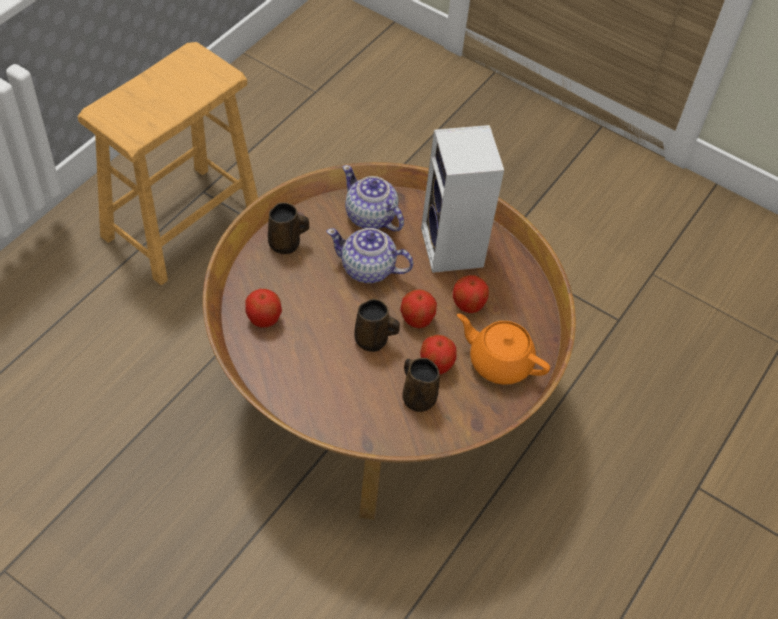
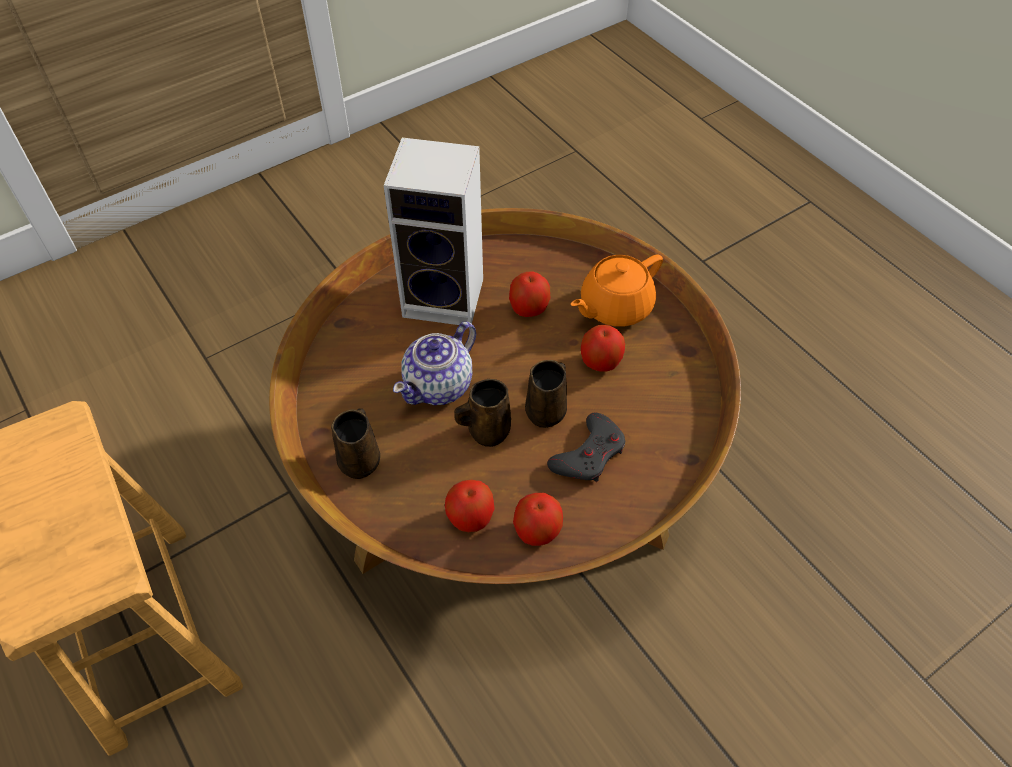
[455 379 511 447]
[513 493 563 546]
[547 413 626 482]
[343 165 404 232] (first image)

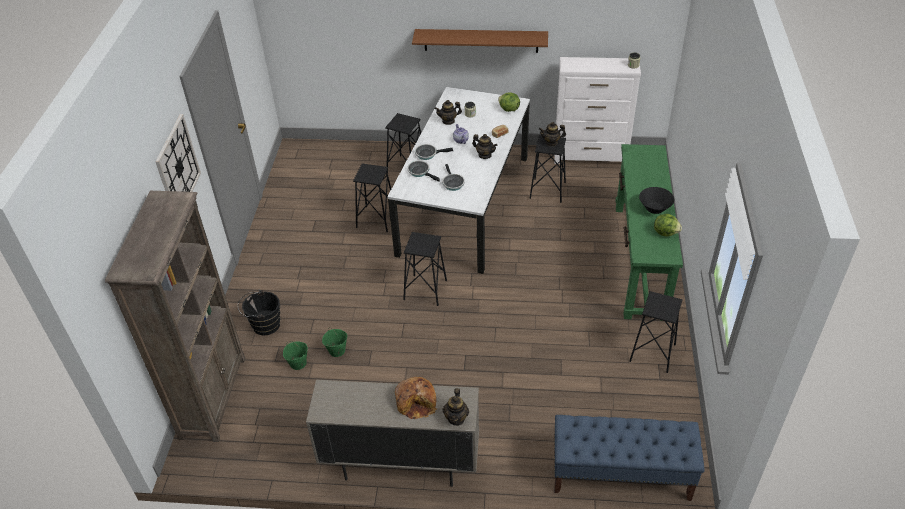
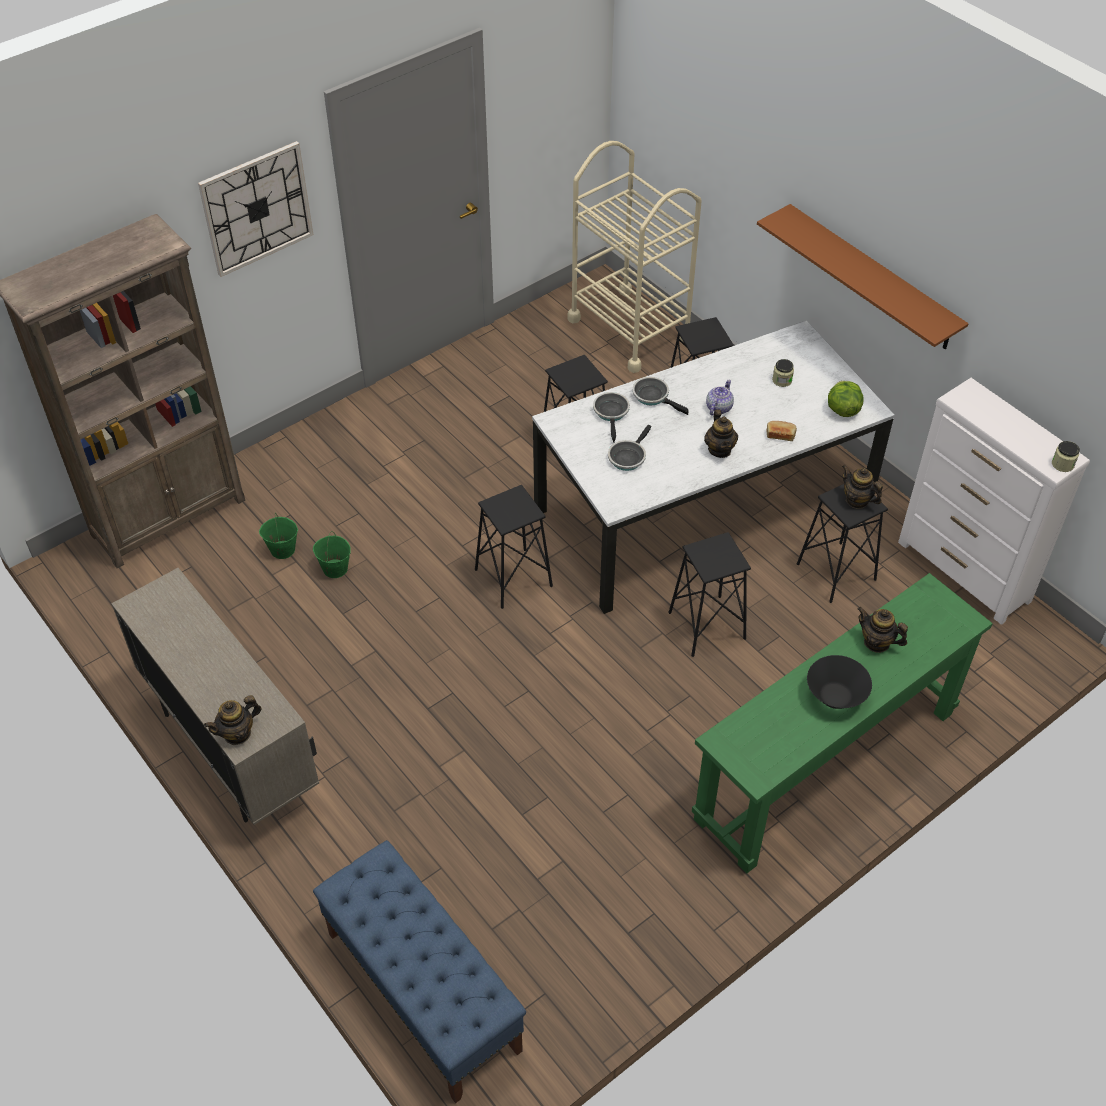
[567 141 702 373]
[668 532 751 657]
[858 607 908 653]
[237 290 280 336] (first image)
[395 377 437 419] (first image)
[654 214 682 237] (first image)

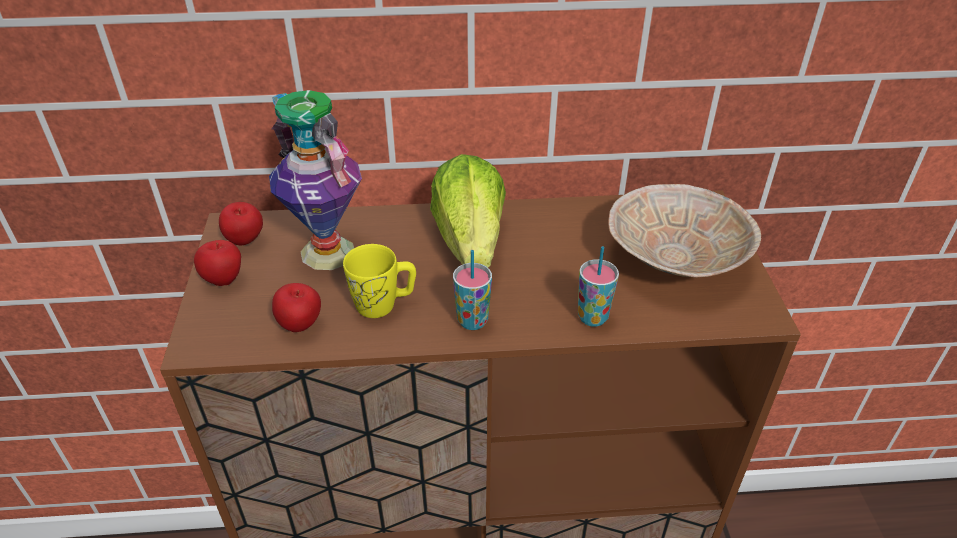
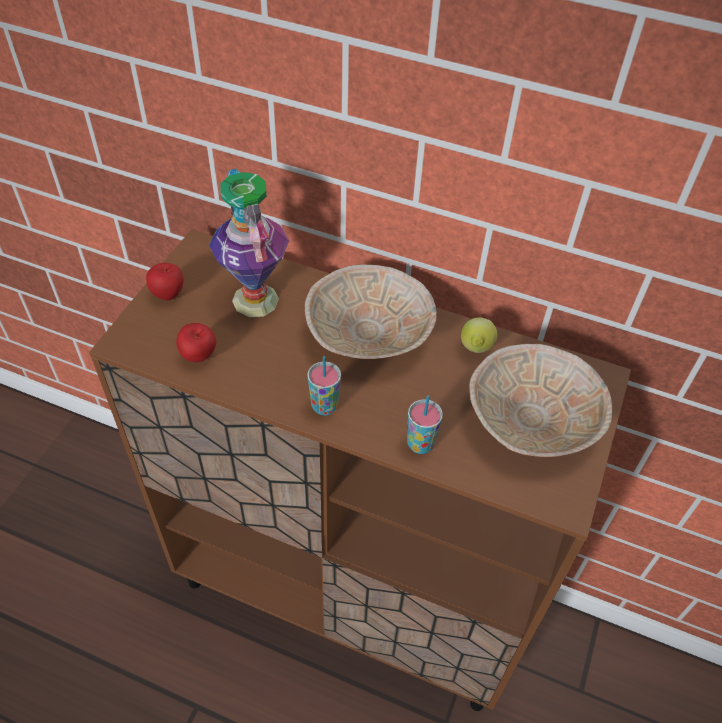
[305 264 437 359]
[461 318 497 353]
[219 202 263 245] (first image)
[343 244 416 318] (first image)

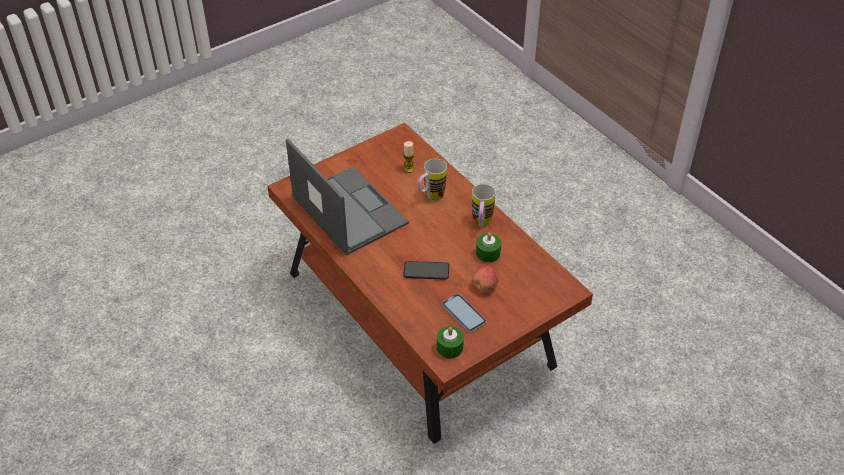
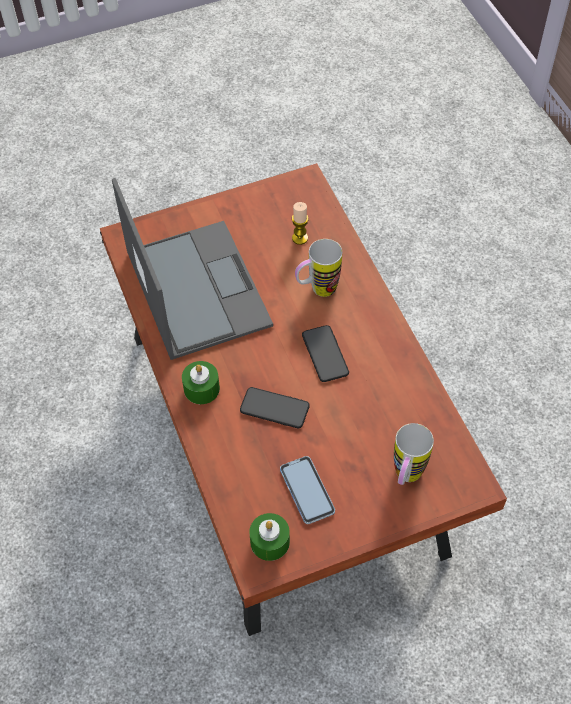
[182 361 220 404]
[302 325 349 382]
[394 423 434 485]
[472 266 498 292] (first image)

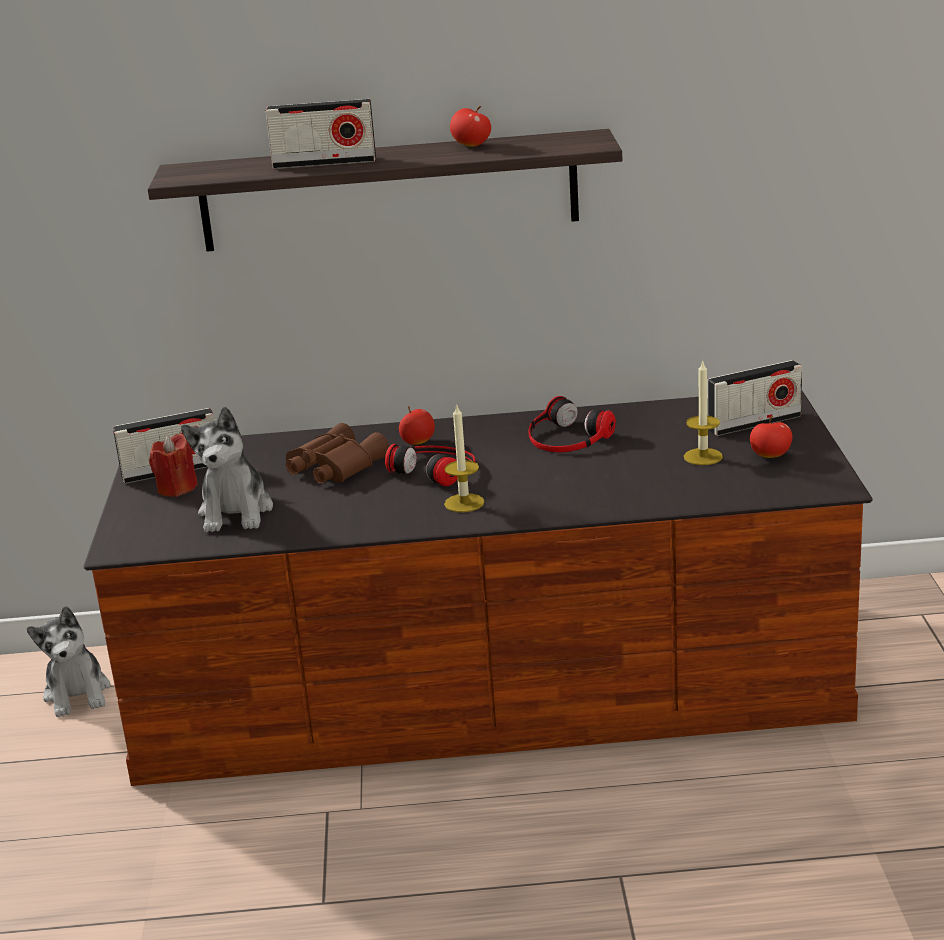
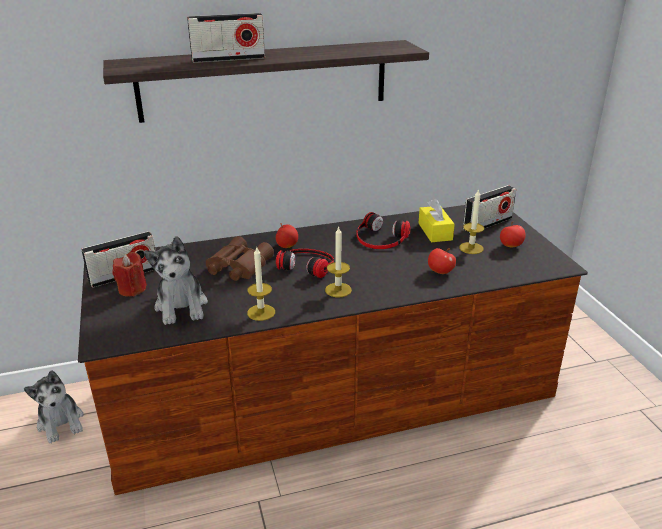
[247 246 275 321]
[419 199 455 242]
[428 248 456 274]

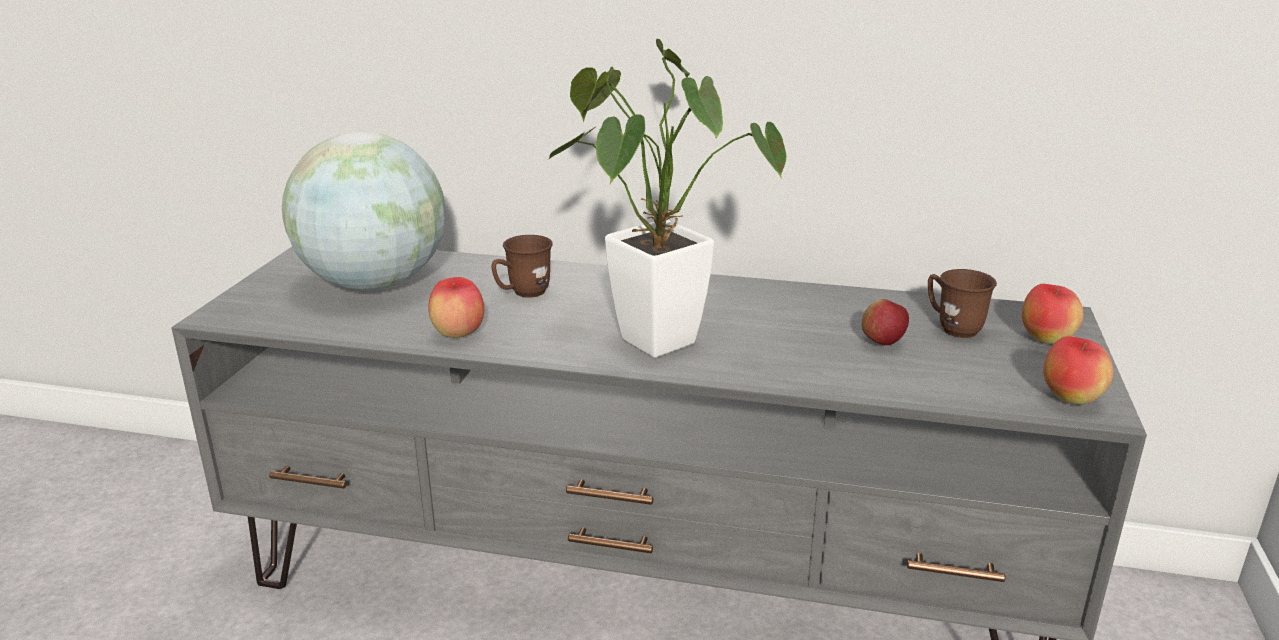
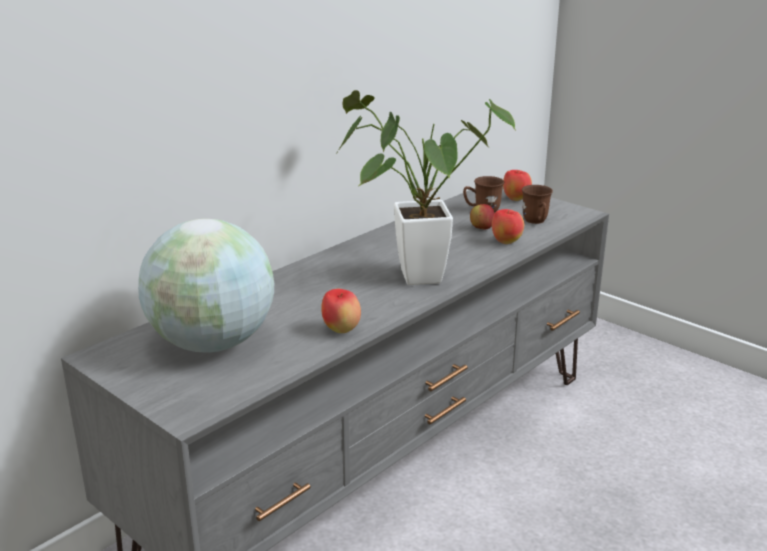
[492 209 524 244]
[522 185 553 224]

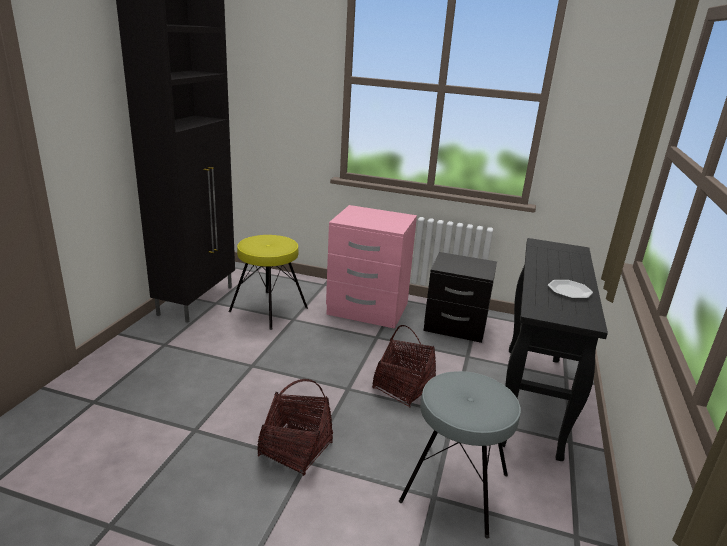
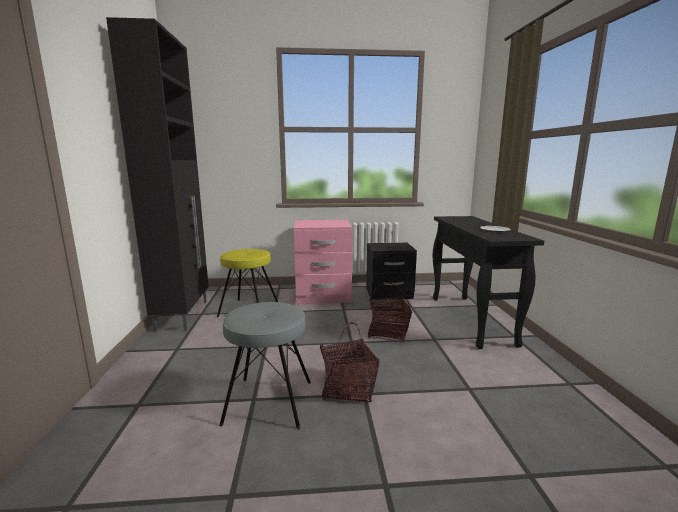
[219 302 311 430]

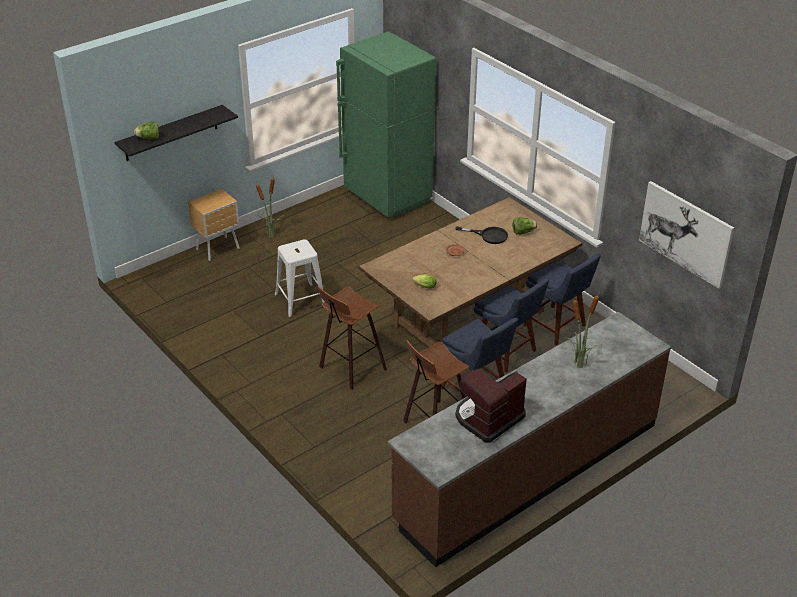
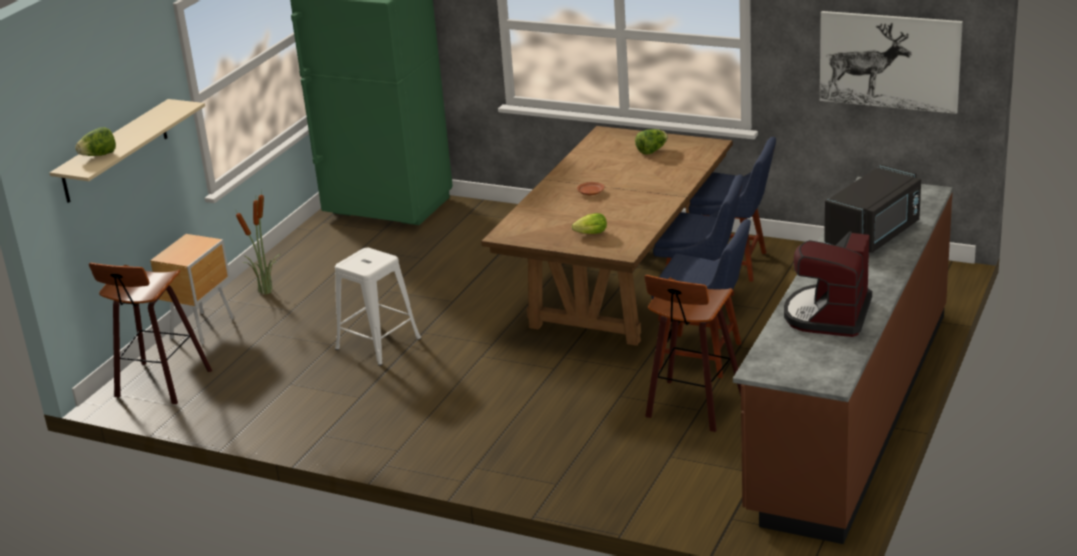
[49 99 205 203]
[89 263 212 404]
[824 165 921 253]
[455 226 508 244] (first image)

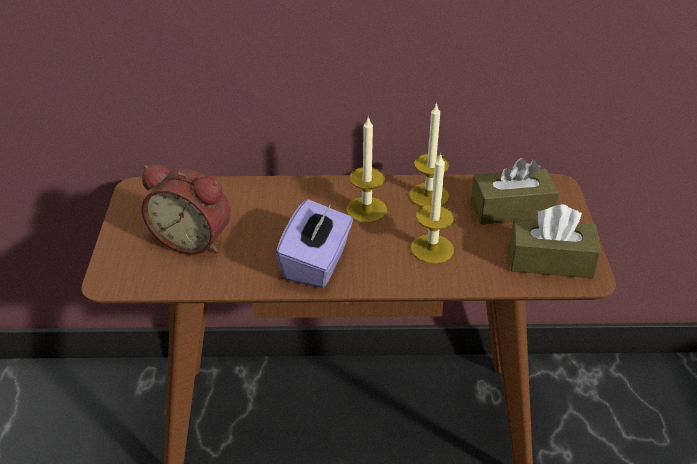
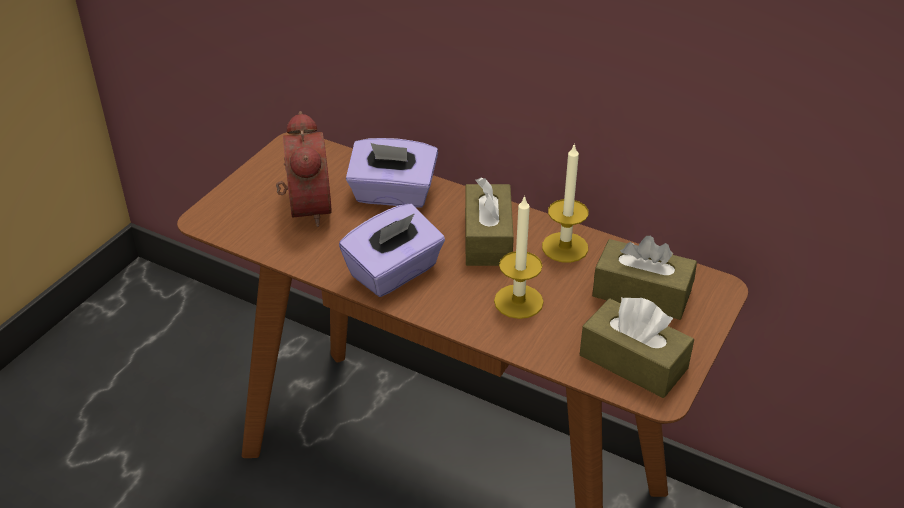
[276 111 332 227]
[346 138 438 208]
[465 177 514 266]

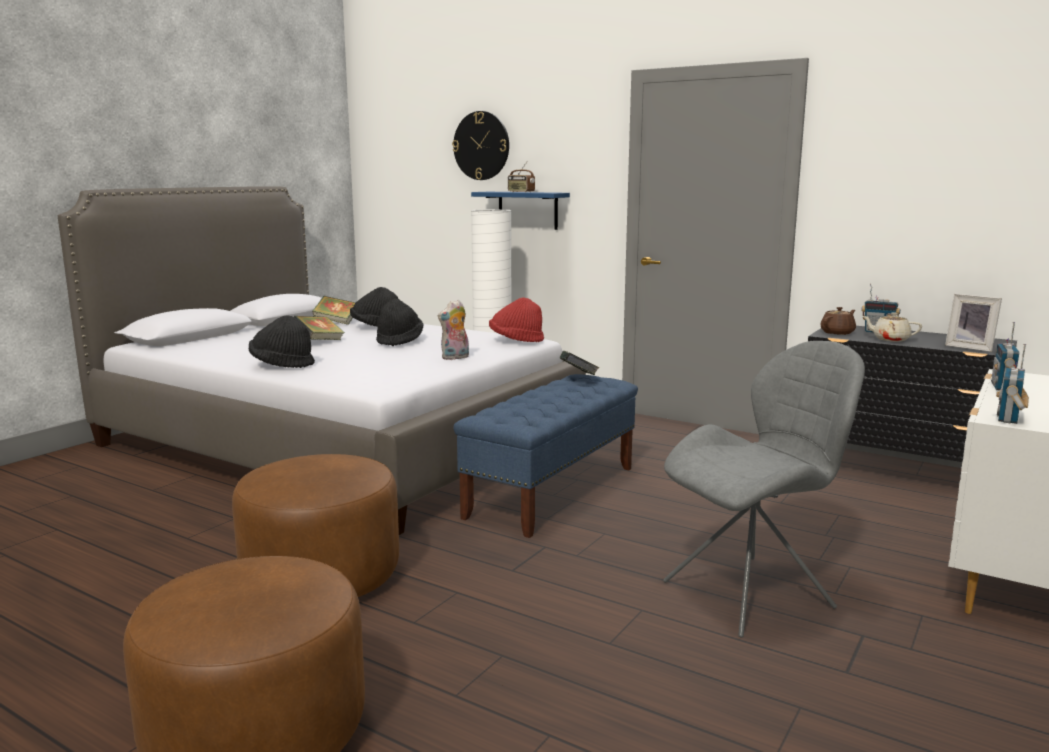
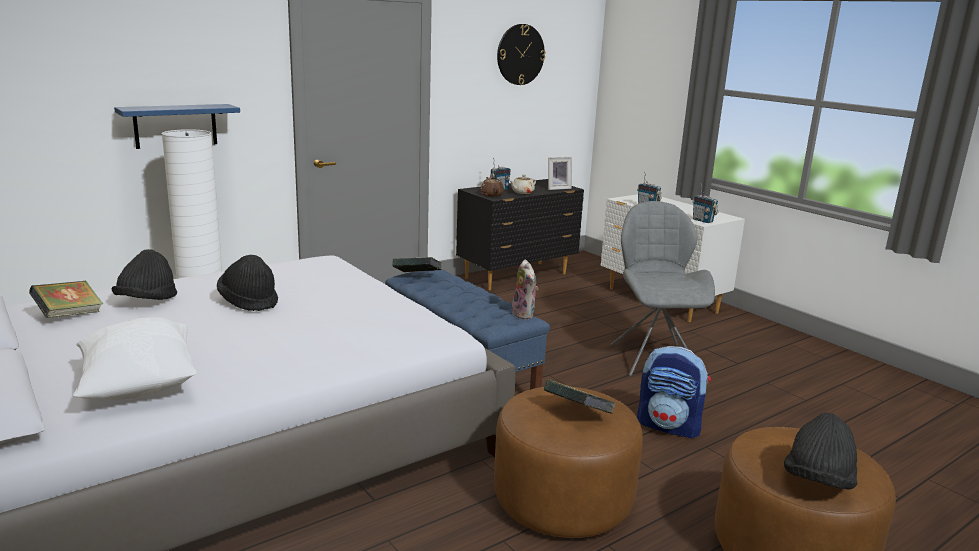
[73 317 197 400]
[497 24 545 85]
[512 259 538 319]
[544 380 616 414]
[637 346 711 439]
[784 413 857 490]
[489 297 544 342] (first image)
[508 162 535 192] (first image)

